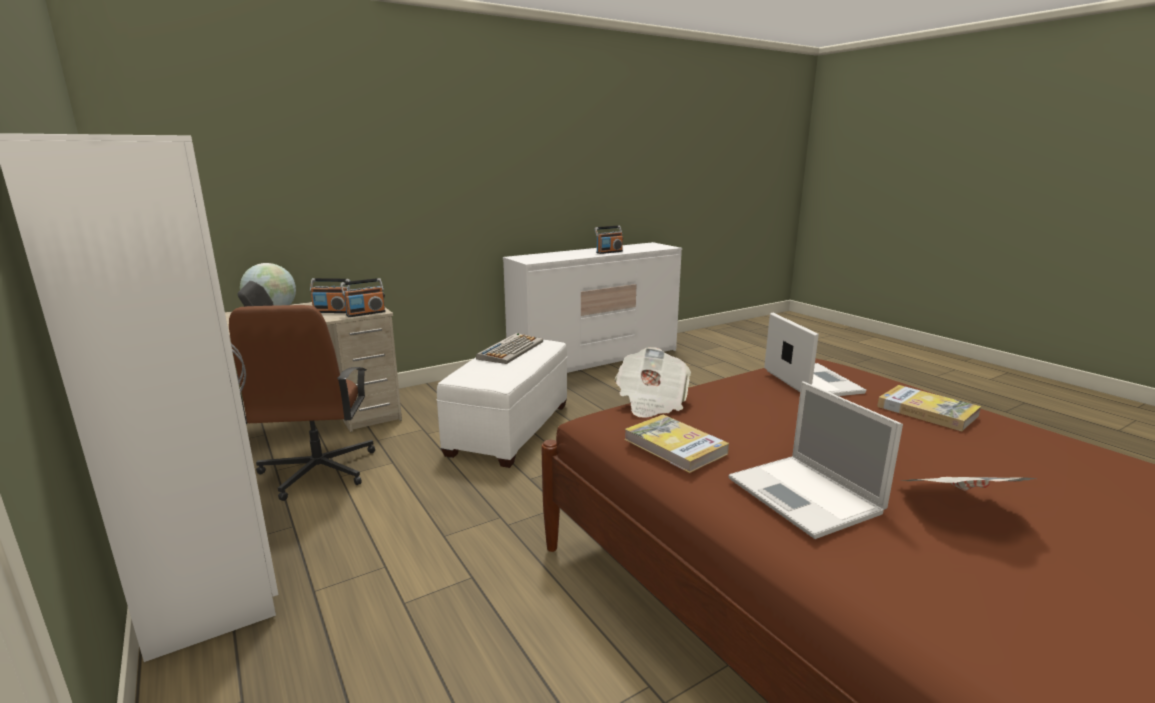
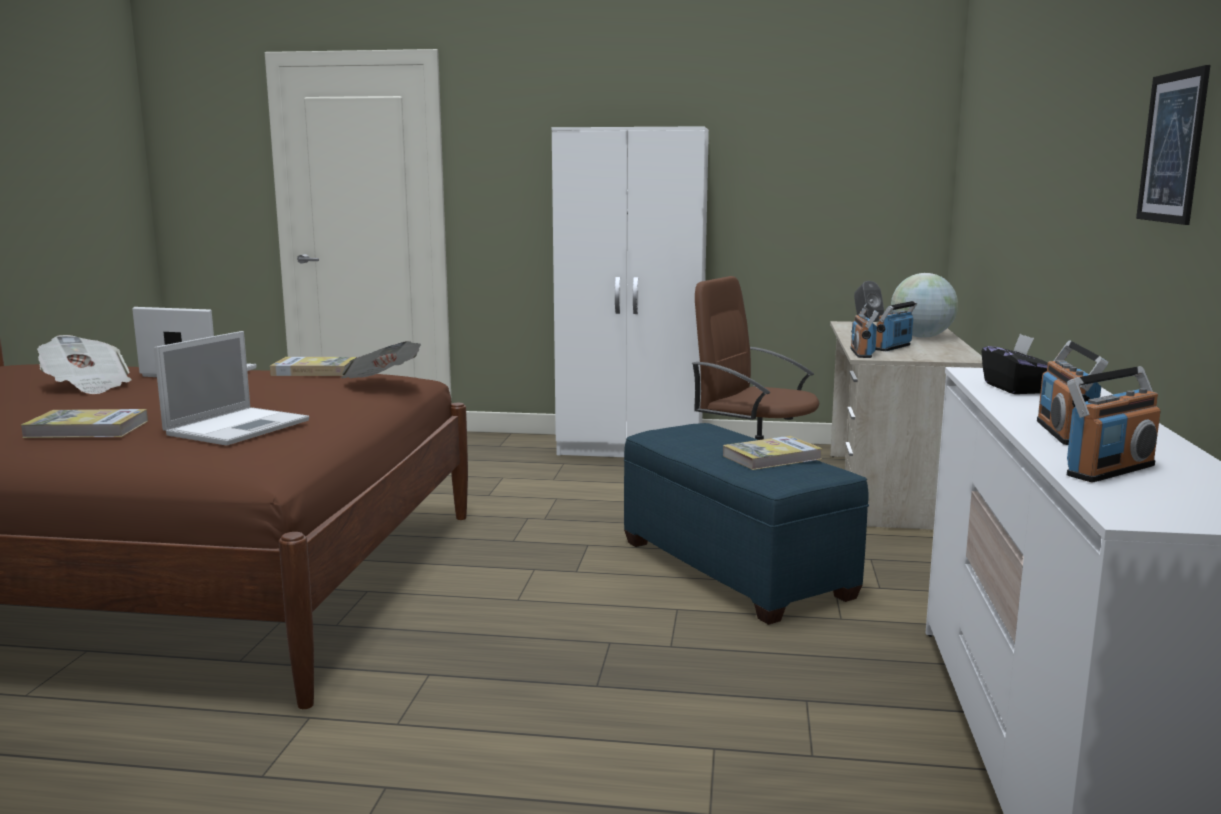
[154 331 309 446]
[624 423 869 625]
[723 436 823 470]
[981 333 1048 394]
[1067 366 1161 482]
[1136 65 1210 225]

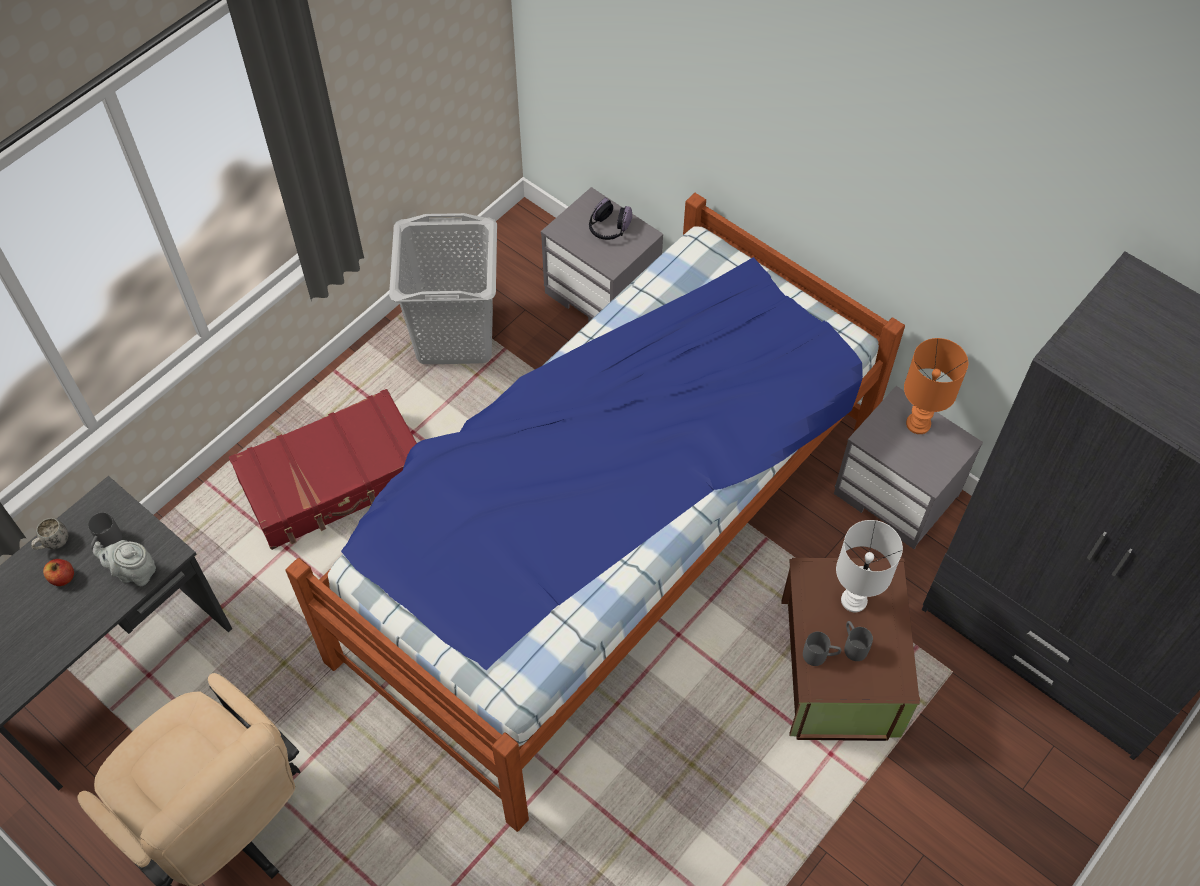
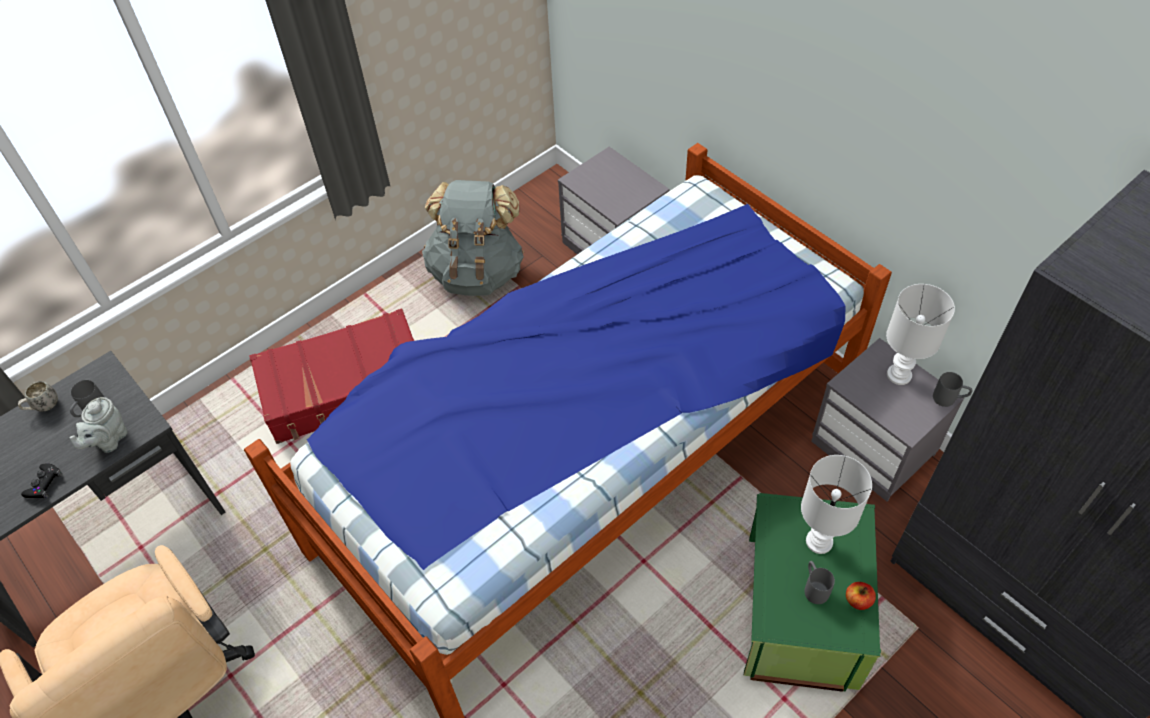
[21 464 63 498]
[69 397 127 453]
[422 180 524 296]
[744 493 881 692]
[846 582 876 610]
[886 284 955 385]
[933 372 973 407]
[589 198 632 240] (first image)

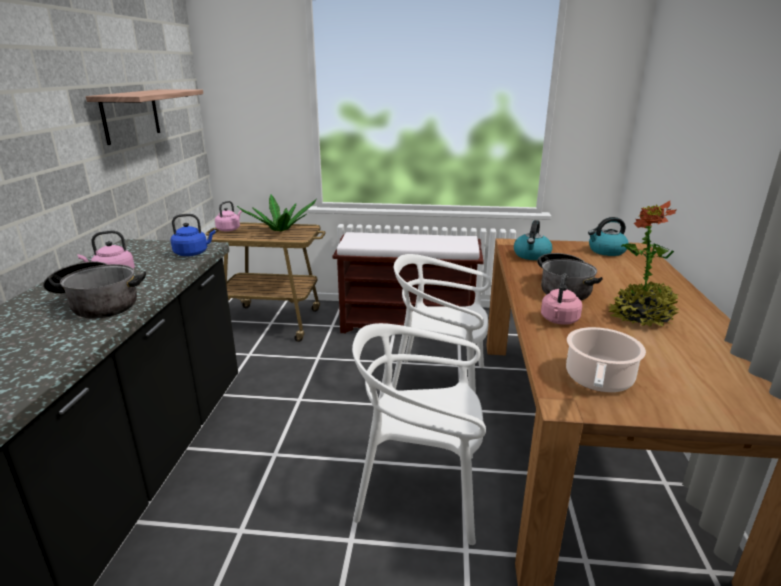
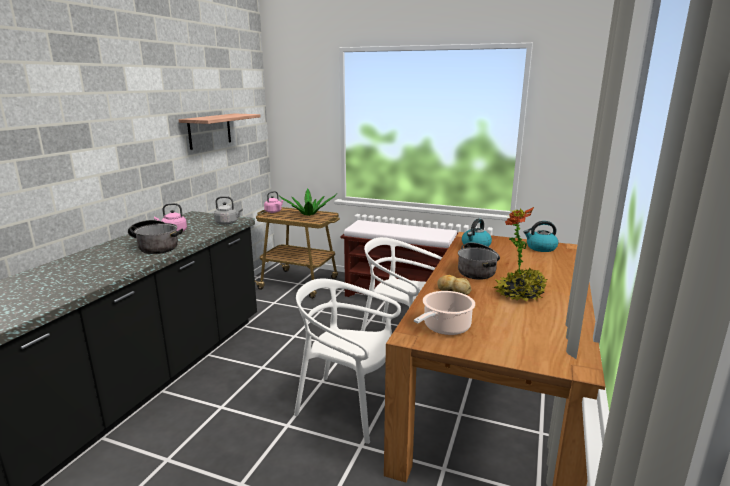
[214 196 243 225]
[437 275 472 295]

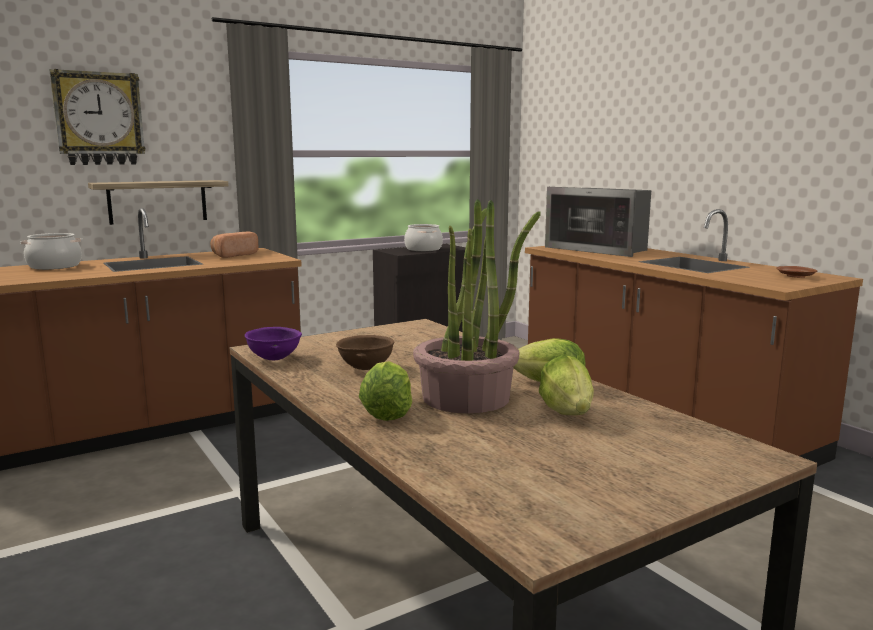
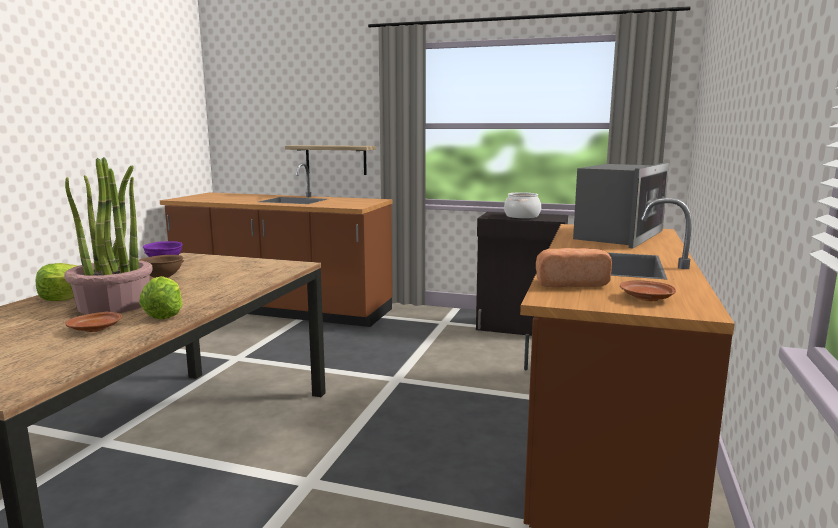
[66 312 122 332]
[536 248 612 288]
[573 162 669 248]
[20 233 83 270] (first image)
[50 69 146 165] (first image)

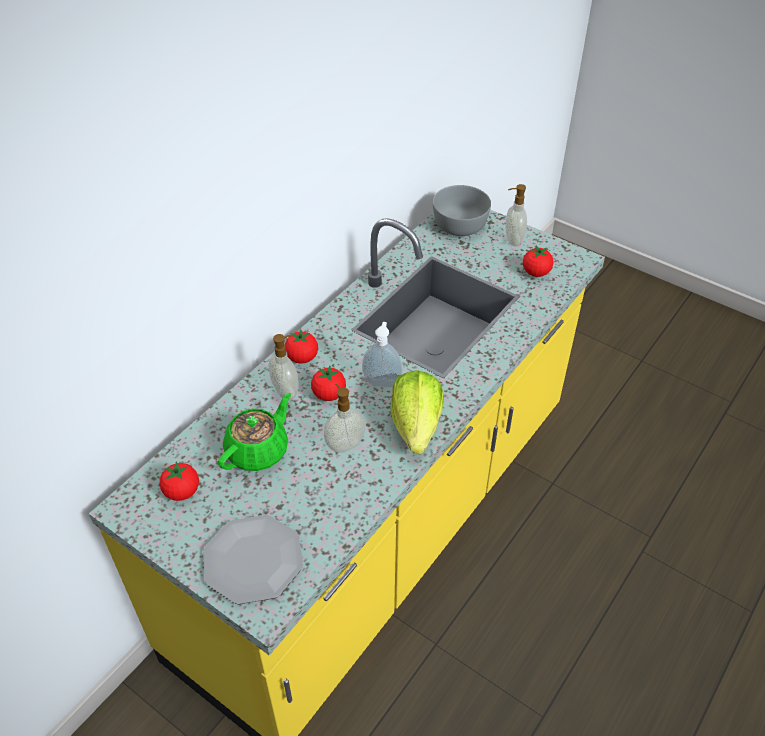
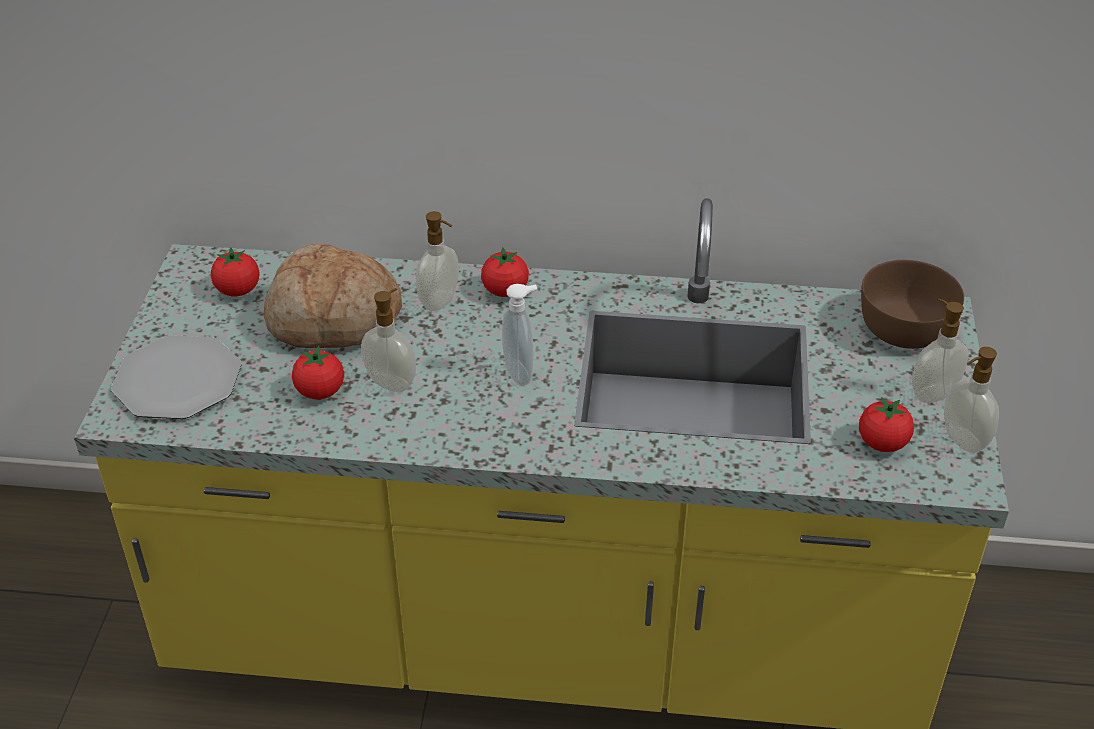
[263 244 402 348]
[292 346 344 399]
[861 260 964 349]
[944 347 999 453]
[391 370 444 454] (first image)

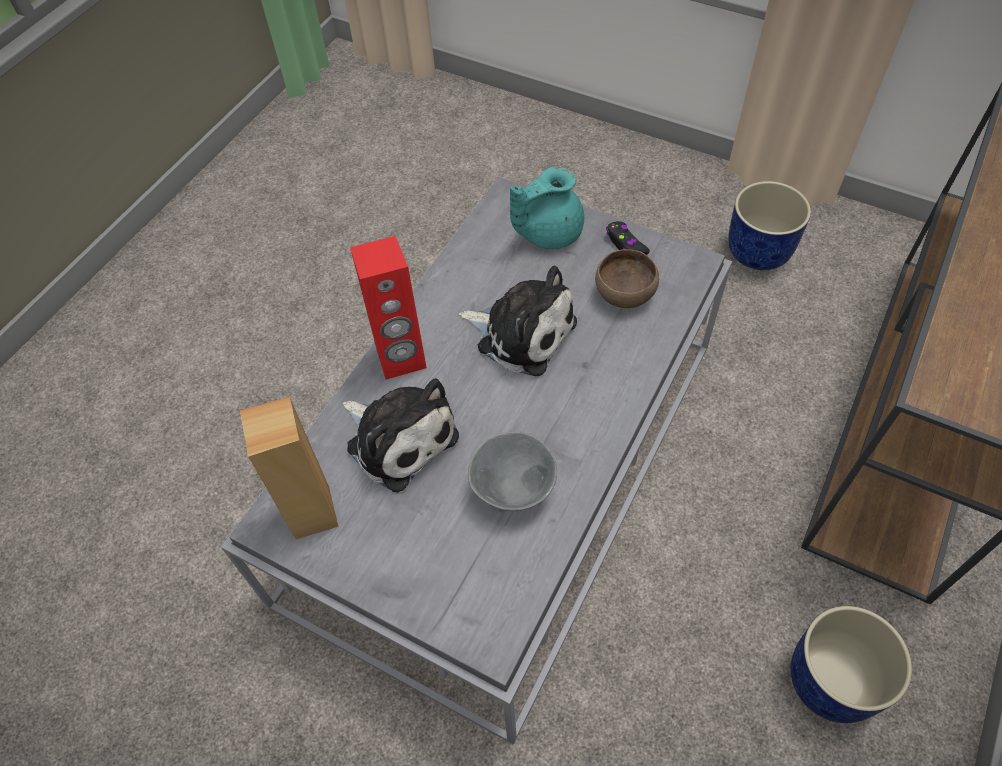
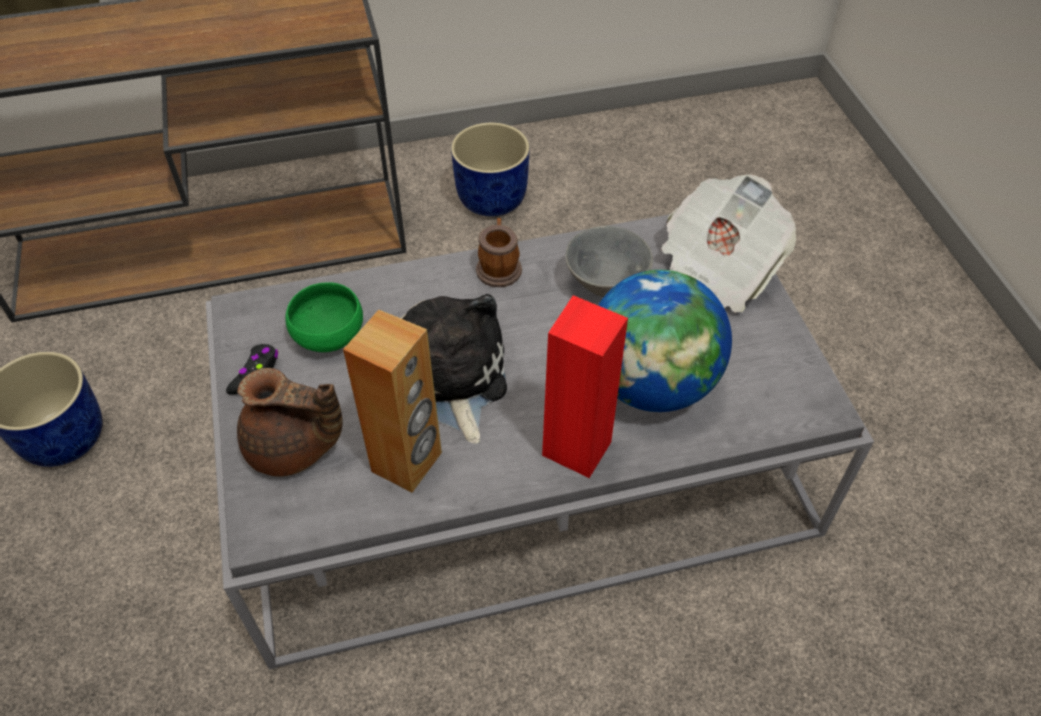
[237 368 343 477]
[286 283 363 352]
[343 309 442 493]
[476 218 522 287]
[598 270 732 412]
[661 174 797 313]

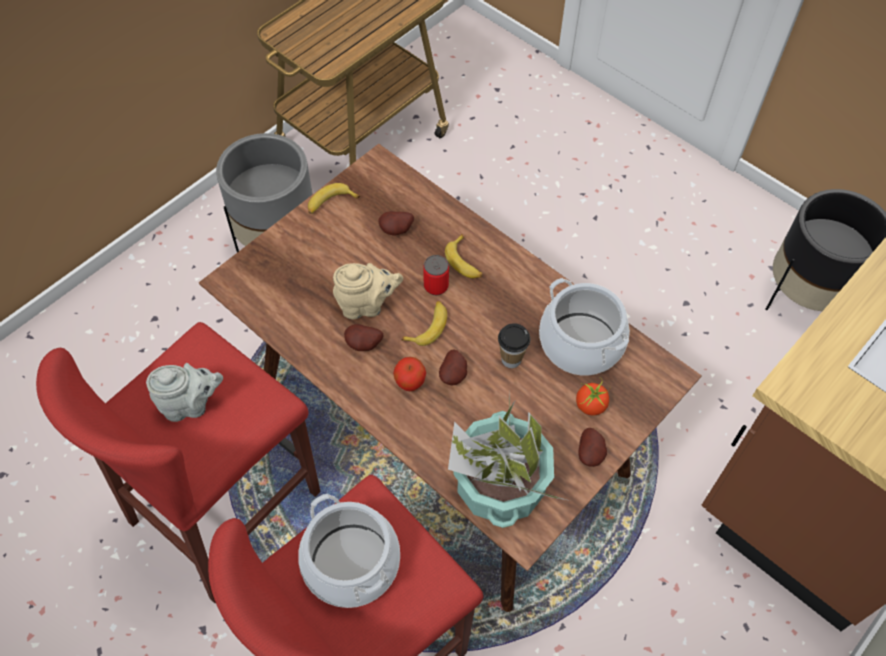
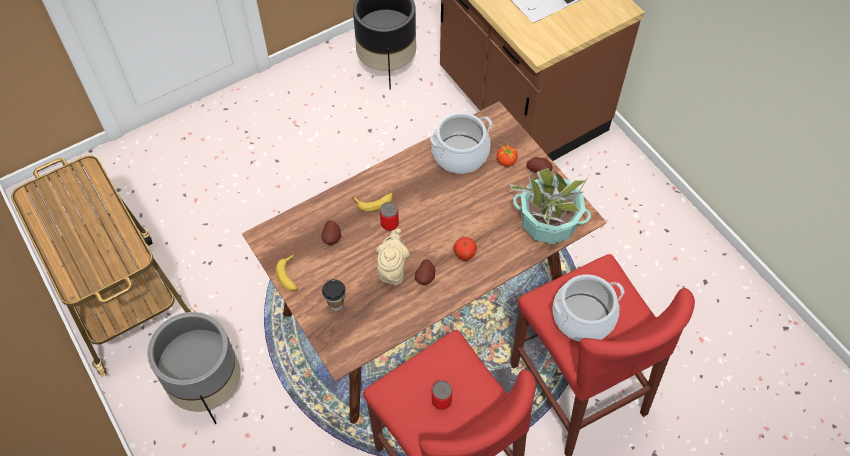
[322 279 346 311]
[432 381 453 410]
[401 301 447 346] (first image)
[439 350 467 386] (first image)

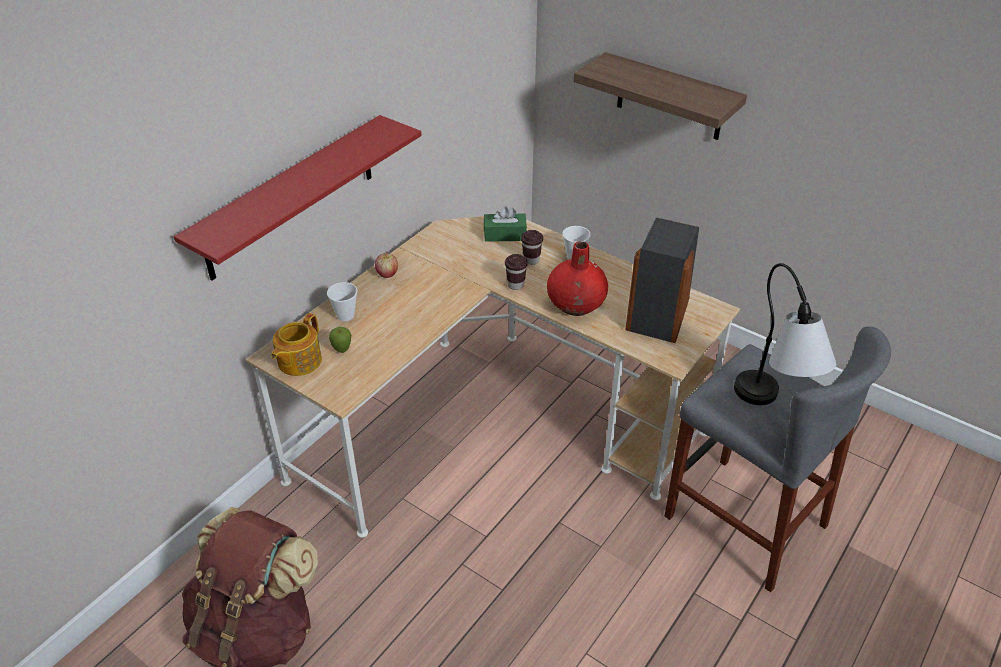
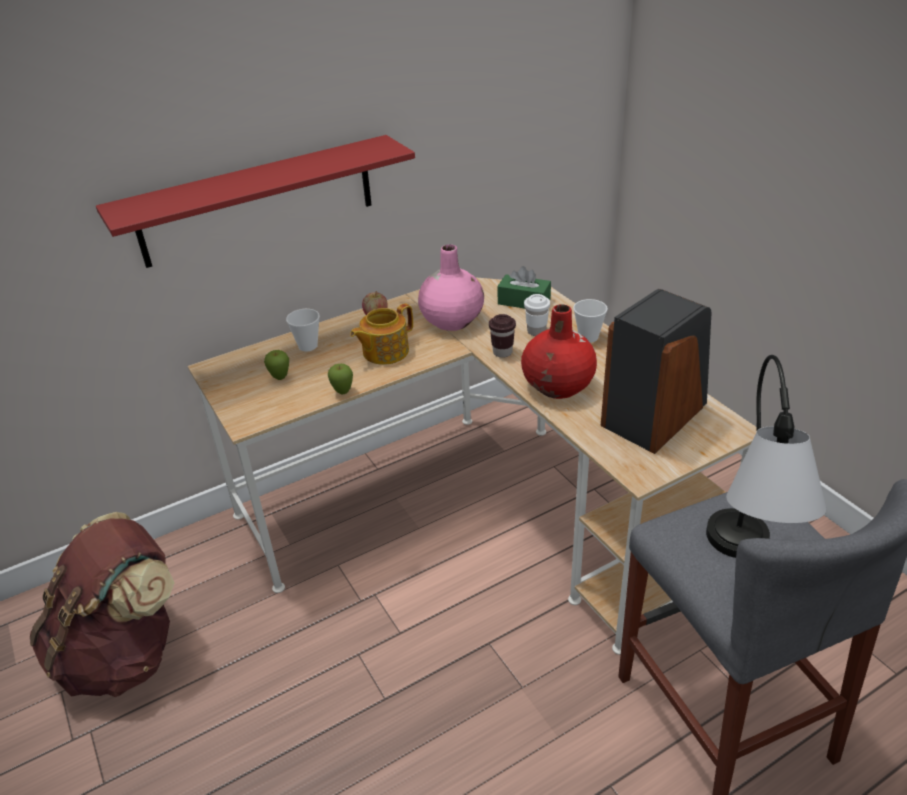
[328 364 353 395]
[350 303 413 365]
[418 244 484 331]
[524 294 550 336]
[574 52 747 140] (first image)

